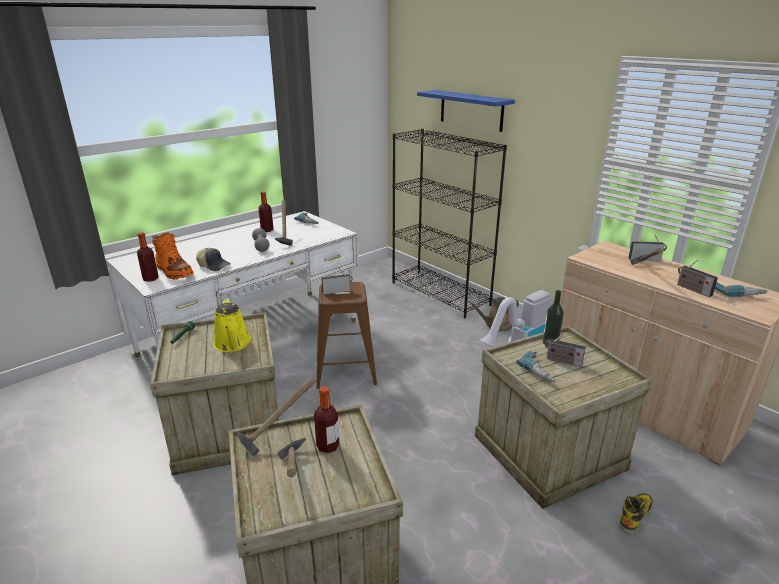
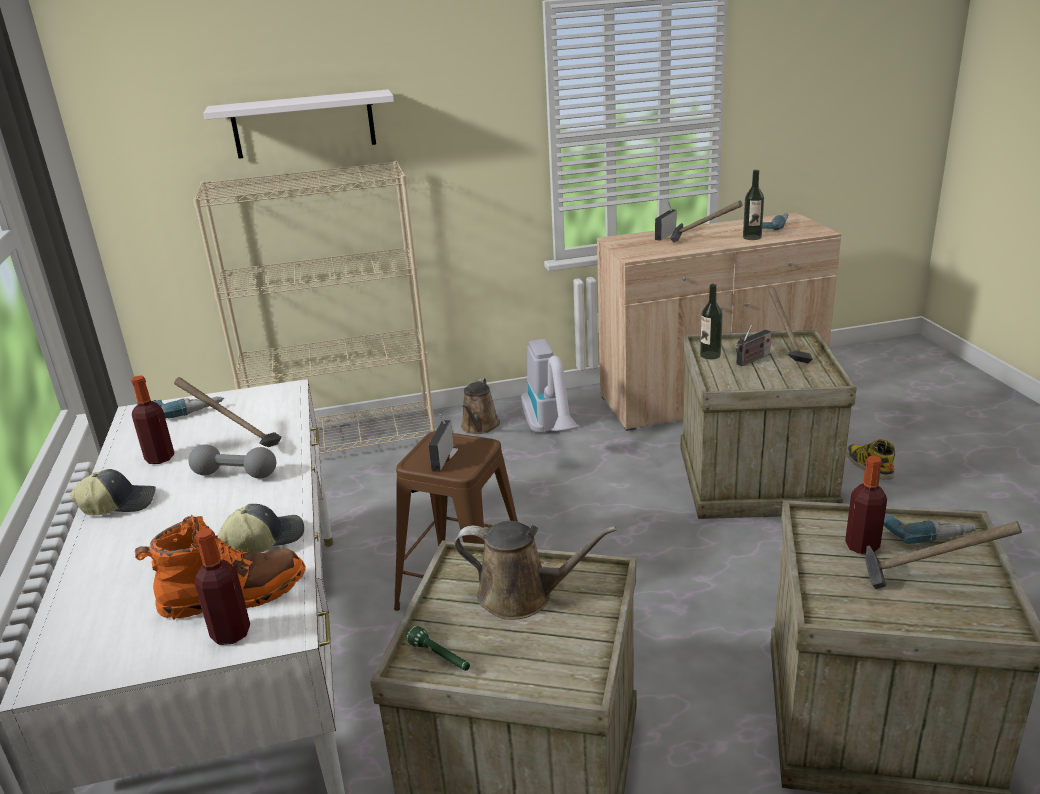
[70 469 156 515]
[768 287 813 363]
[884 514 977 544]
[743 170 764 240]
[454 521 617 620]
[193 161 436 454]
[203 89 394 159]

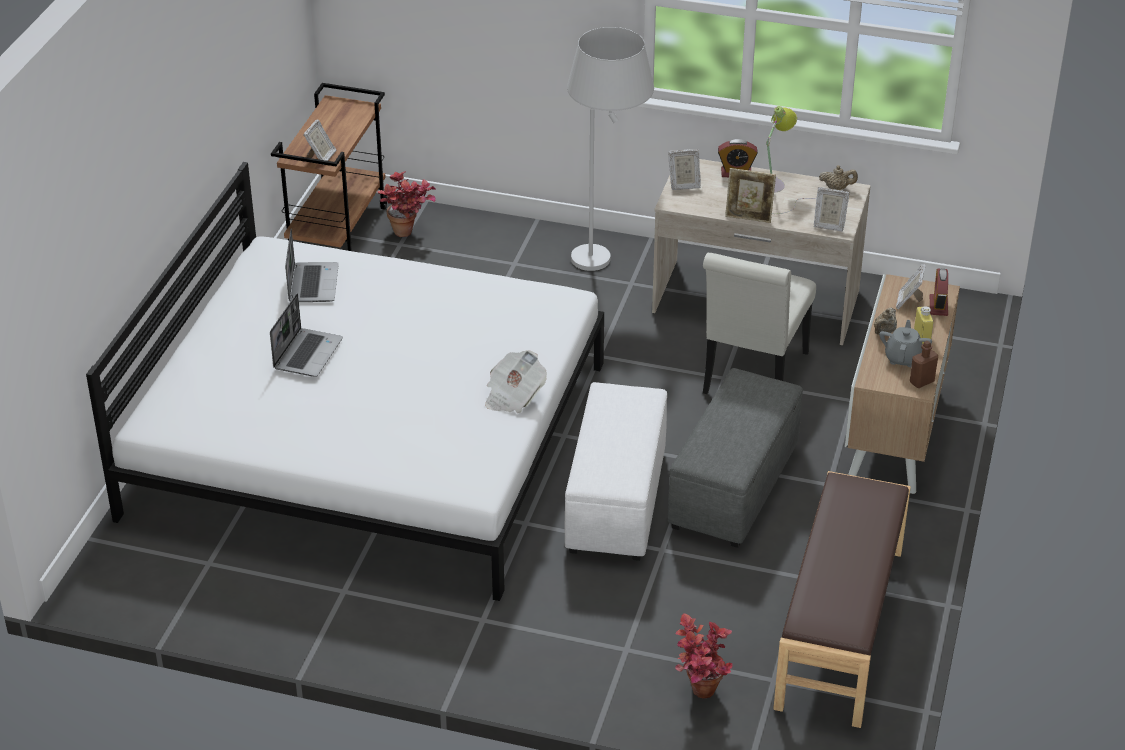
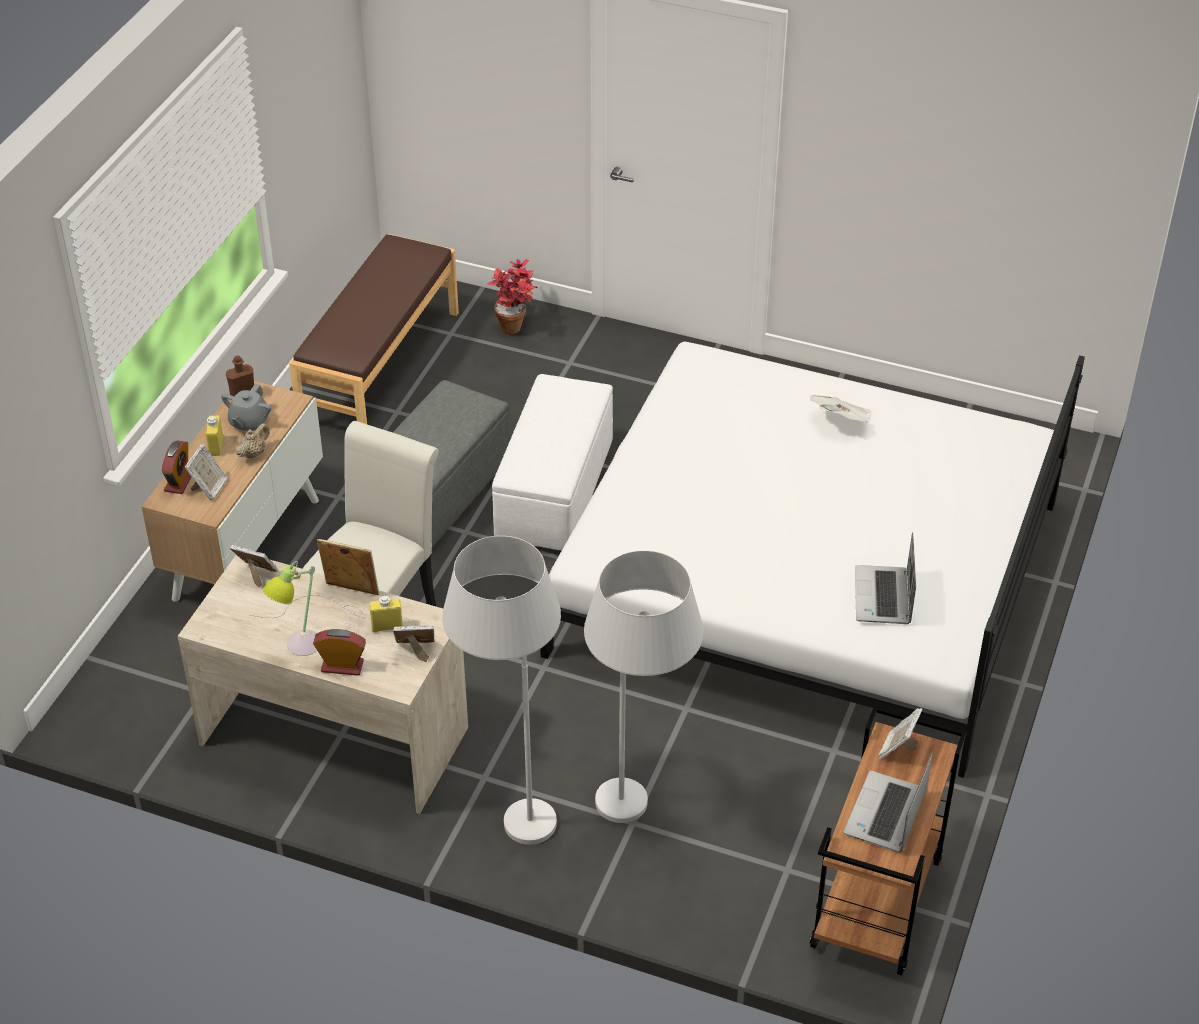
[377 171 436 237] (first image)
[819 165 858 190] (first image)
[369 595 403 632]
[584 550 704 823]
[844 752 933 853]
[810 395 871 423]

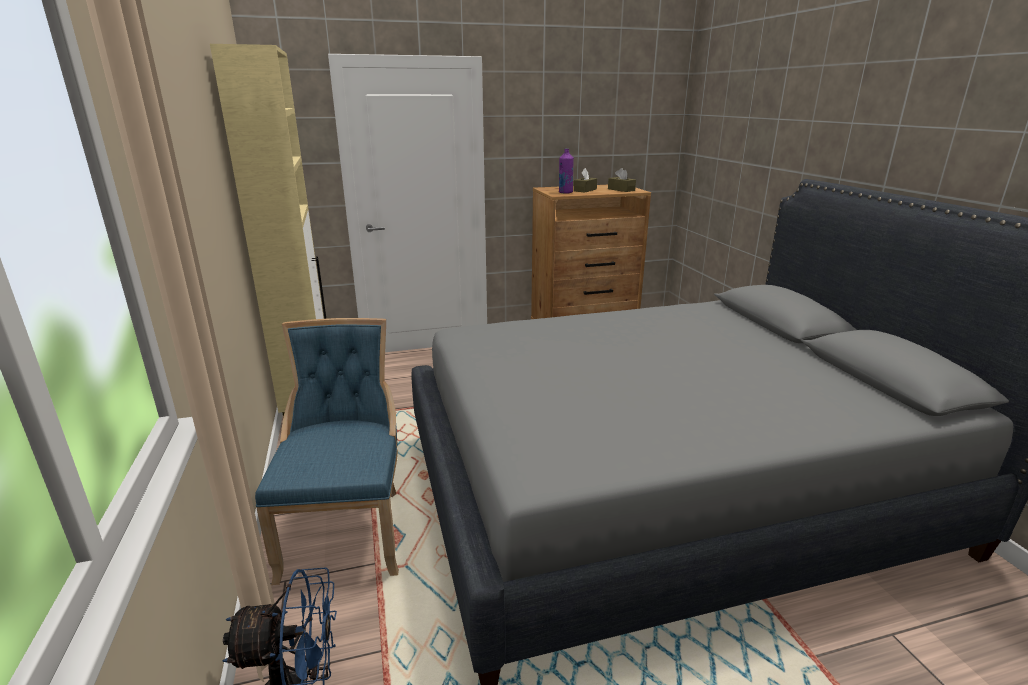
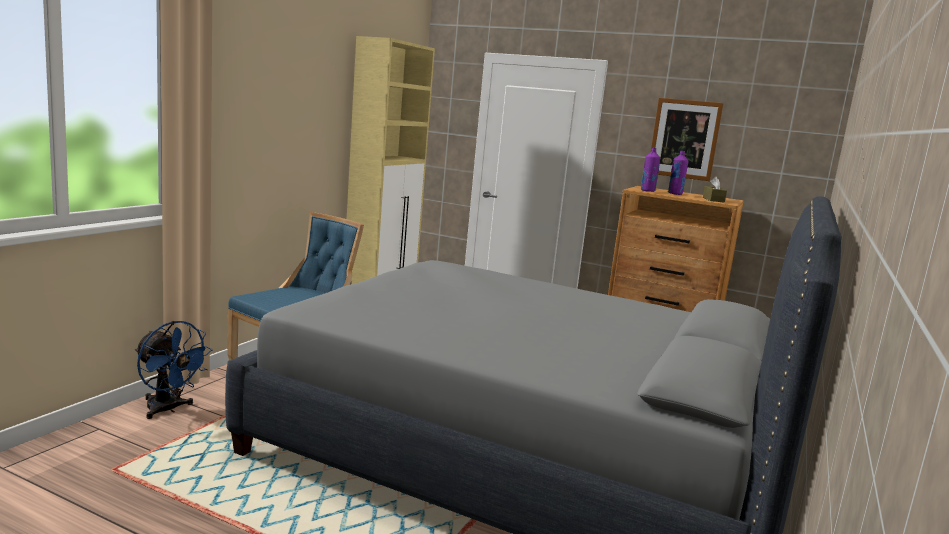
[651 98 724 181]
[668 151 688 195]

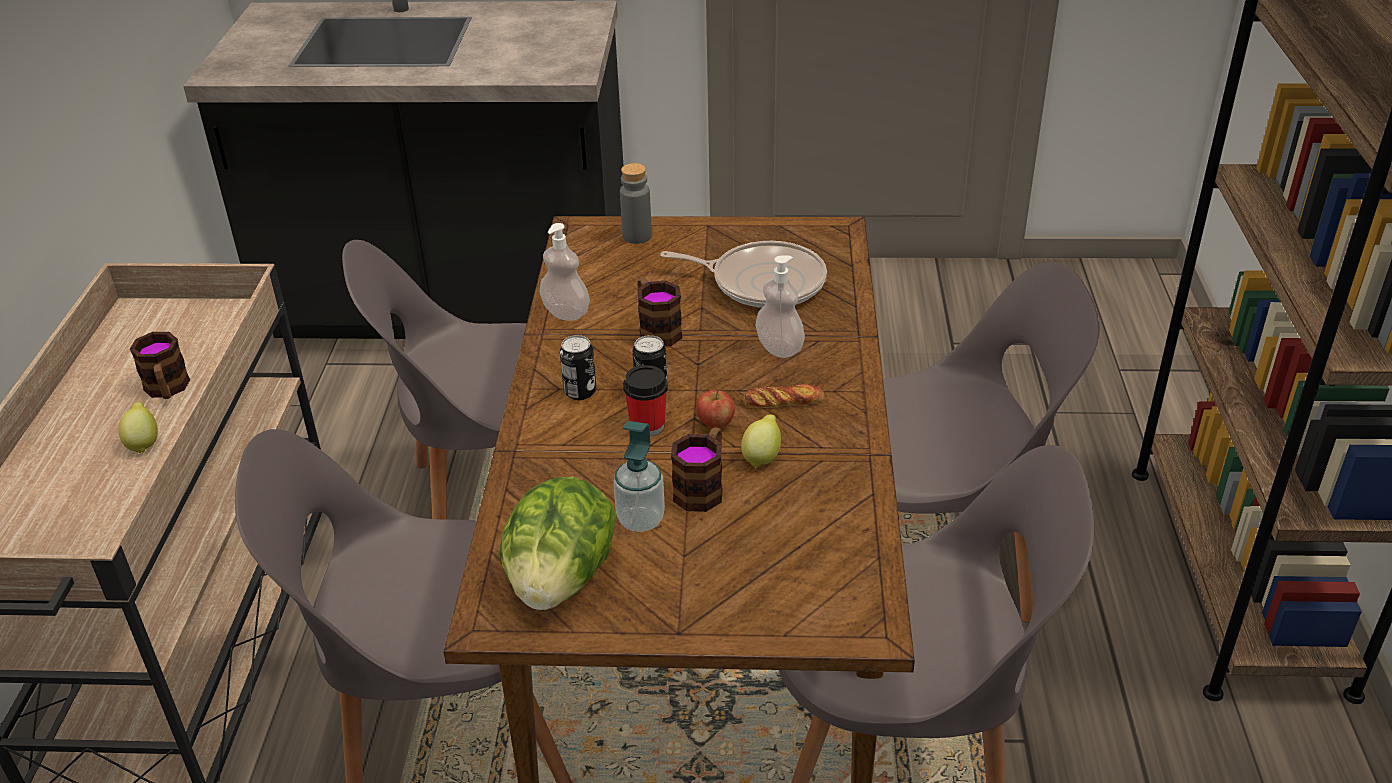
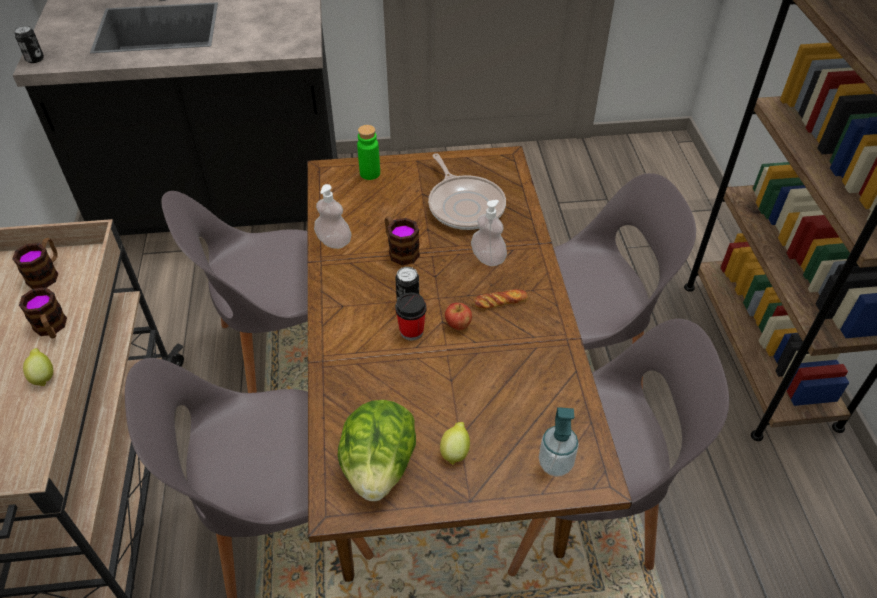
[14 25 44 63]
[539 407 579 477]
[12 238 59 289]
[440 422 470 465]
[357 125 380 180]
[428 153 506 230]

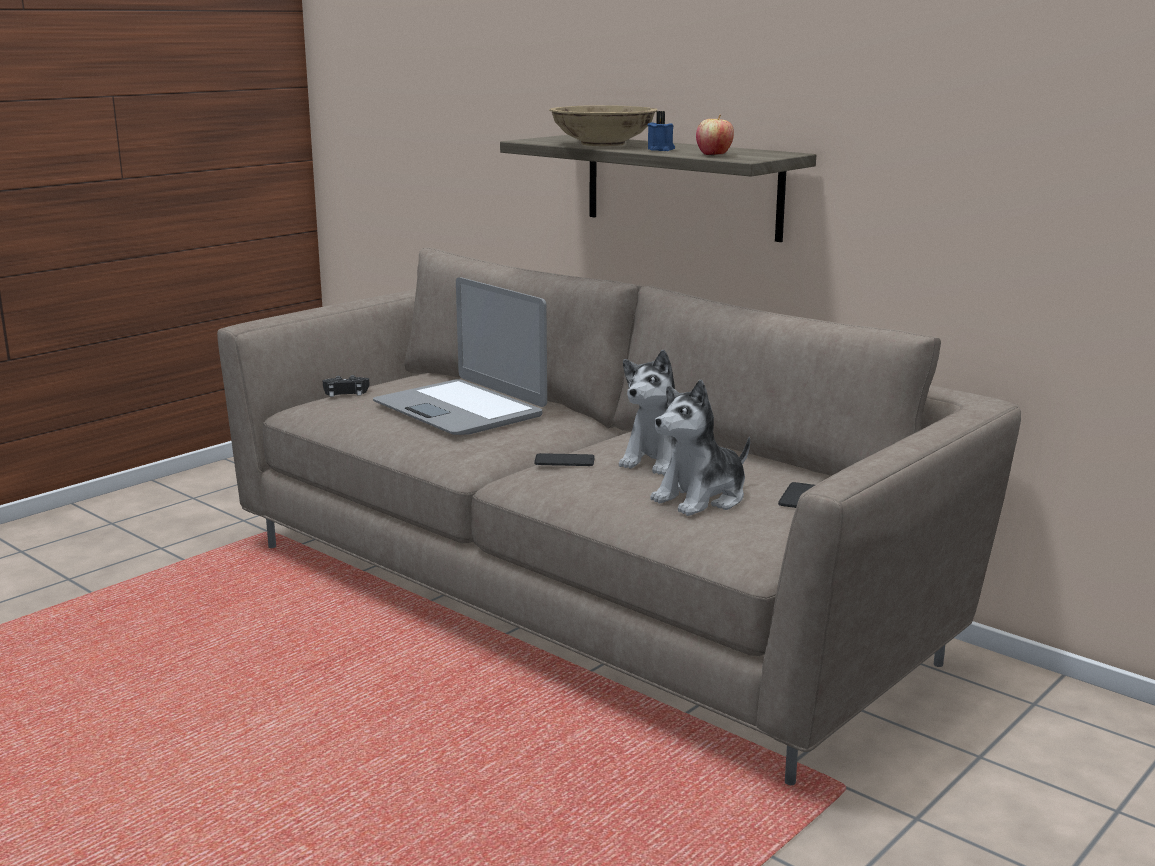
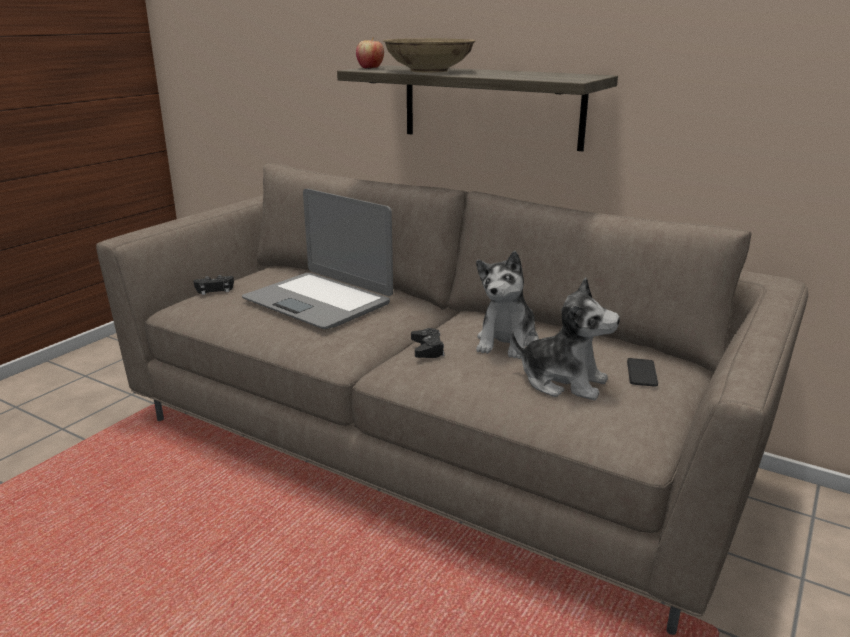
[647 111 675 151] (first image)
[356 37 384 69]
[411 328 445 358]
[511 278 620 400]

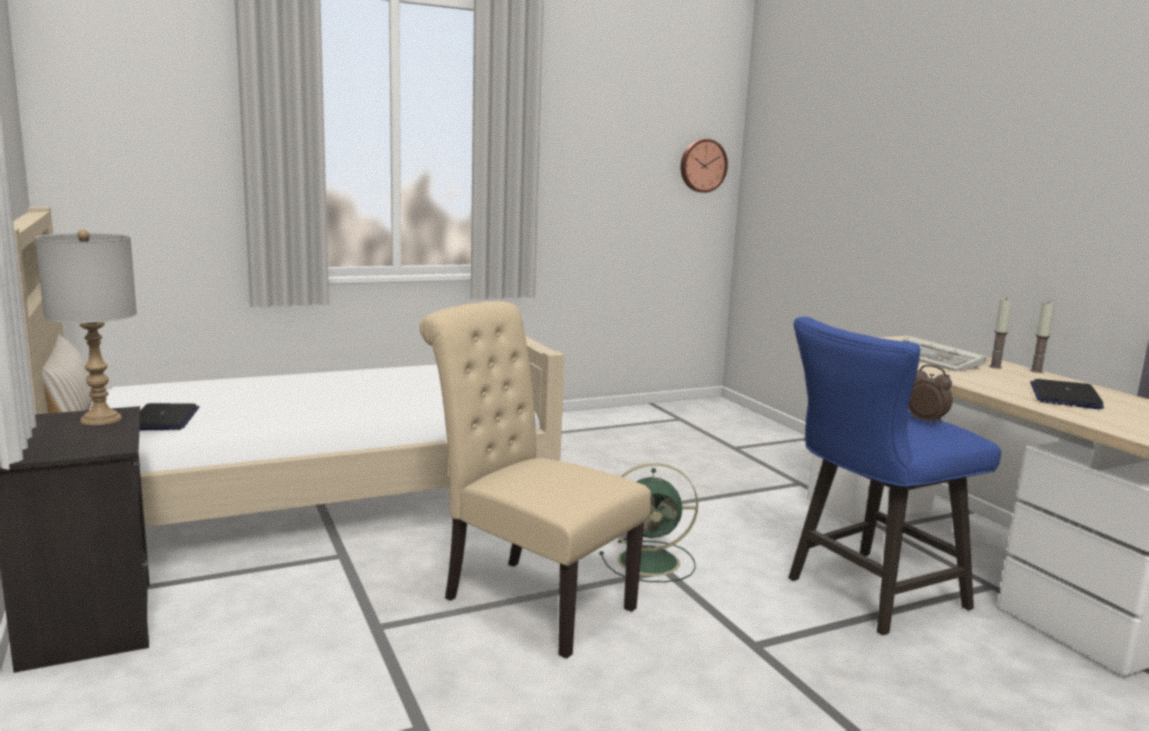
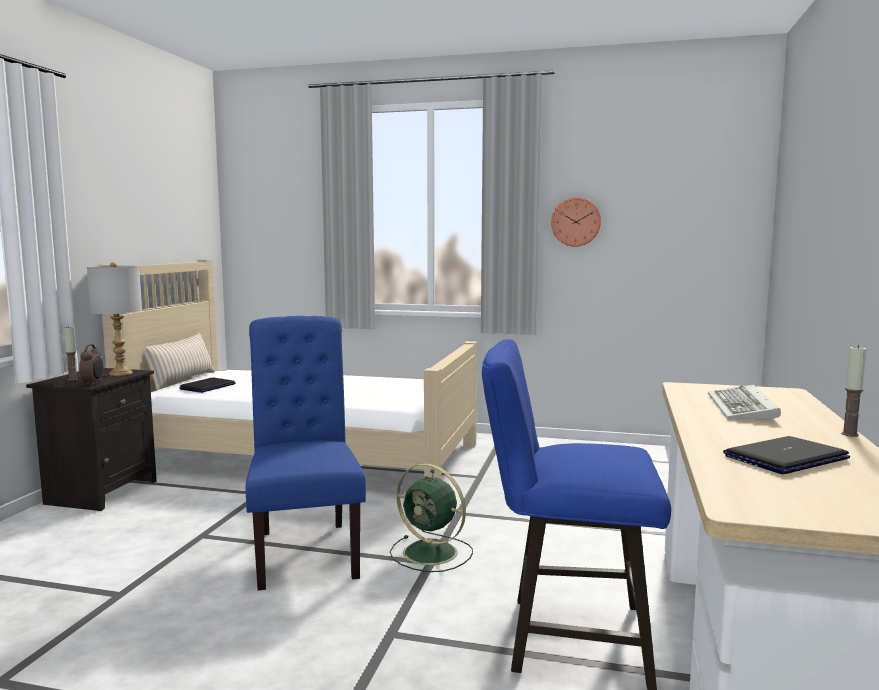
[551 197 601 247]
[79 344 104 386]
[64 326 78 381]
[245 316 366 591]

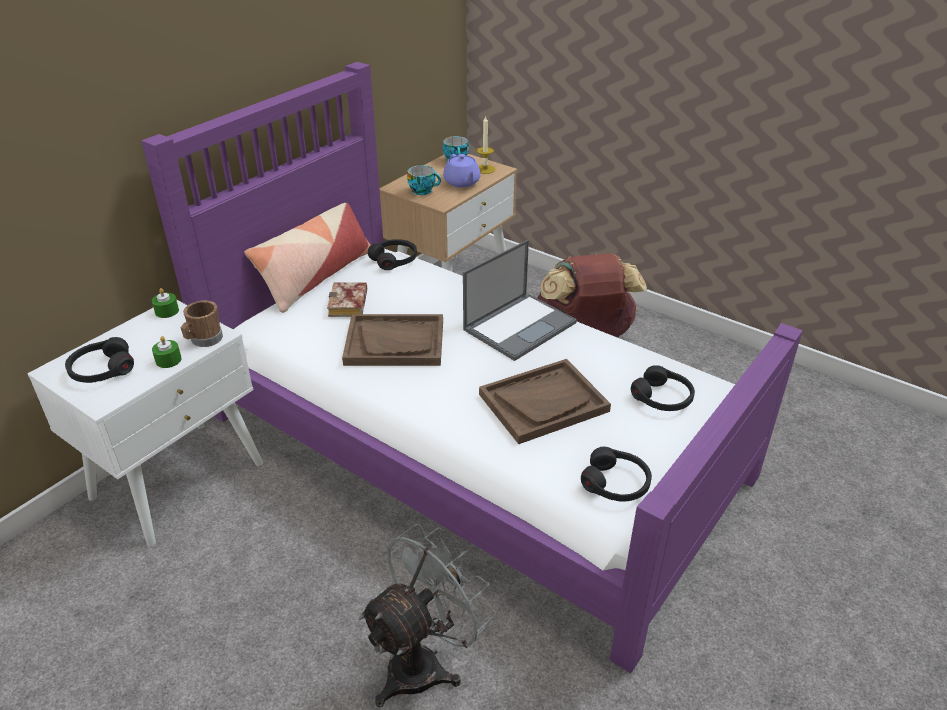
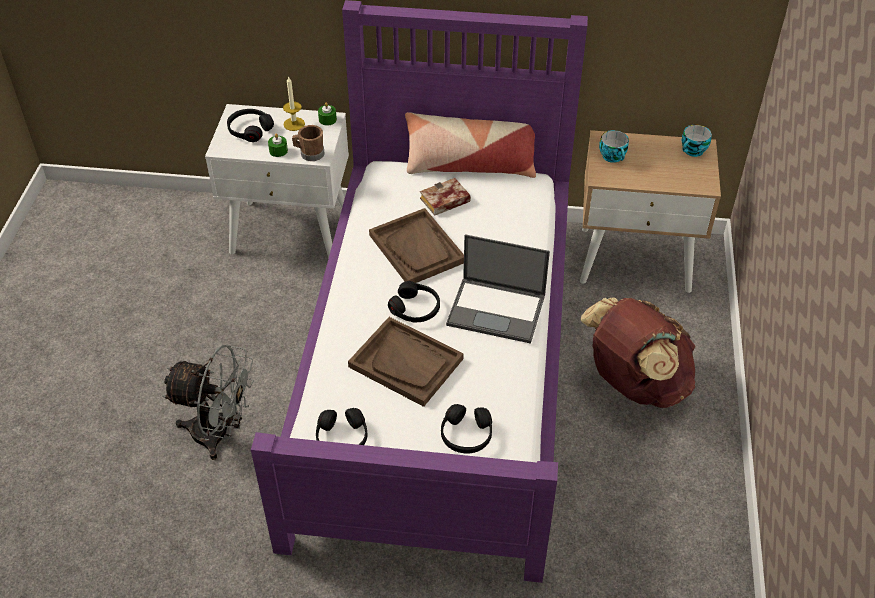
[443 154 481 188] (first image)
[388 281 440 322]
[283 76 305 131]

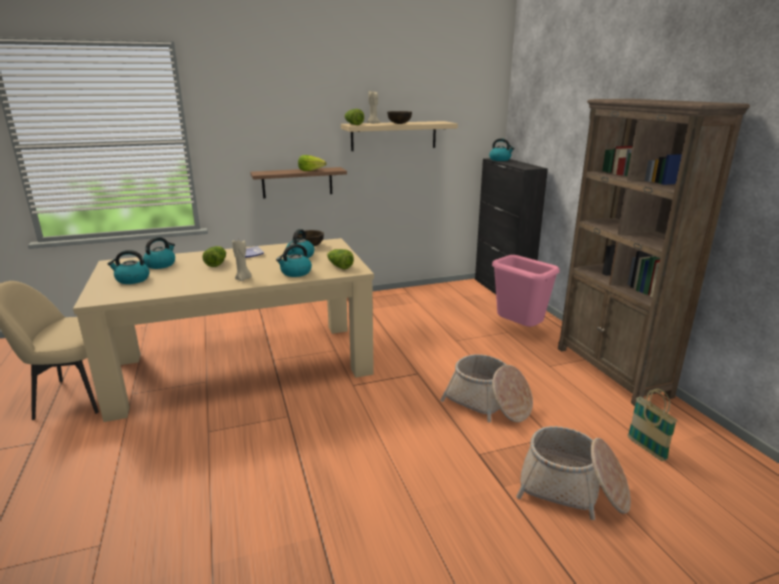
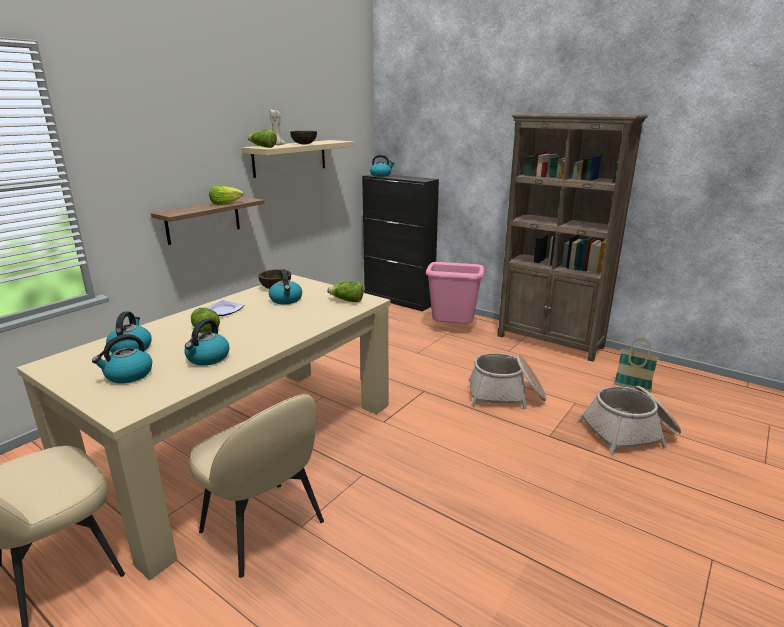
[232 239 252 281] (first image)
[189 394 324 578]
[184 319 229 365]

